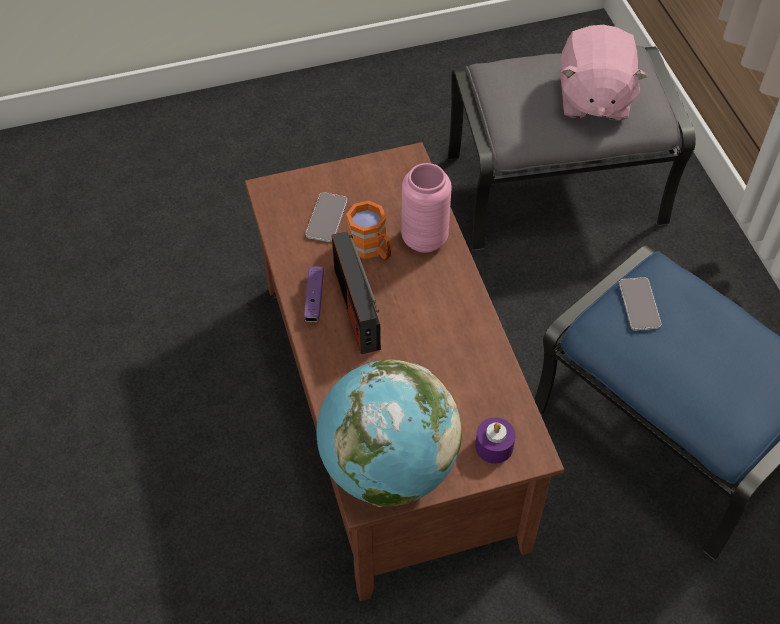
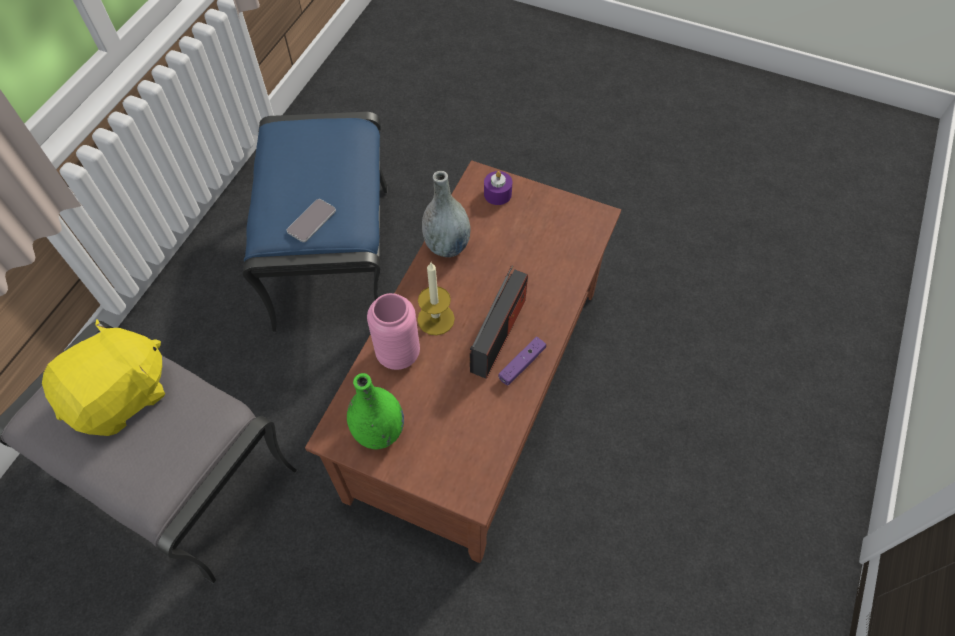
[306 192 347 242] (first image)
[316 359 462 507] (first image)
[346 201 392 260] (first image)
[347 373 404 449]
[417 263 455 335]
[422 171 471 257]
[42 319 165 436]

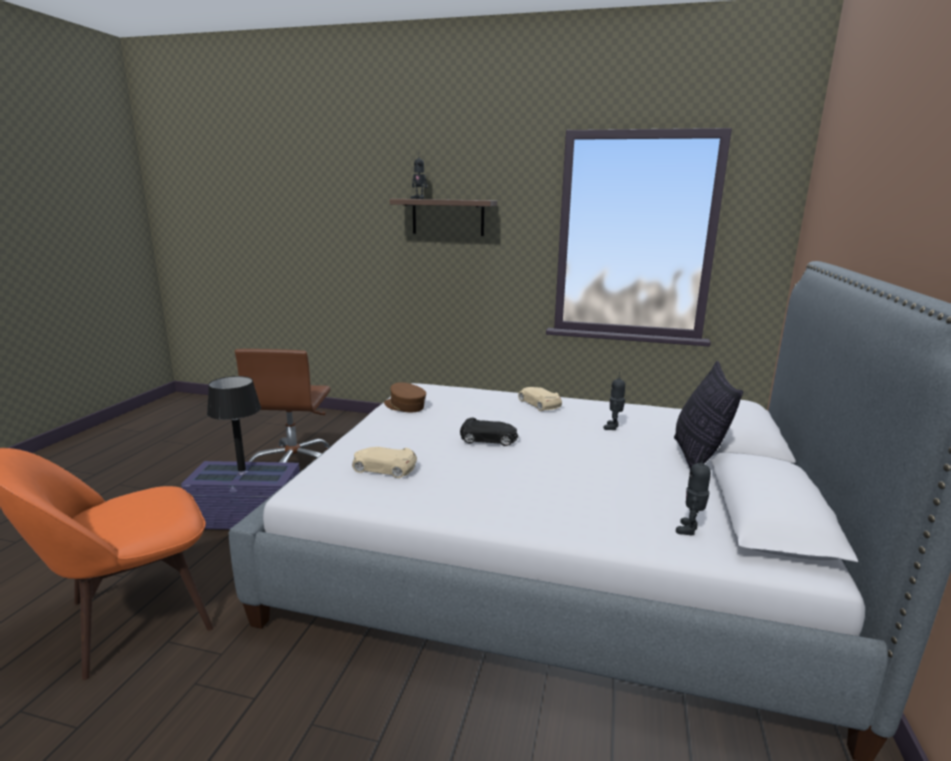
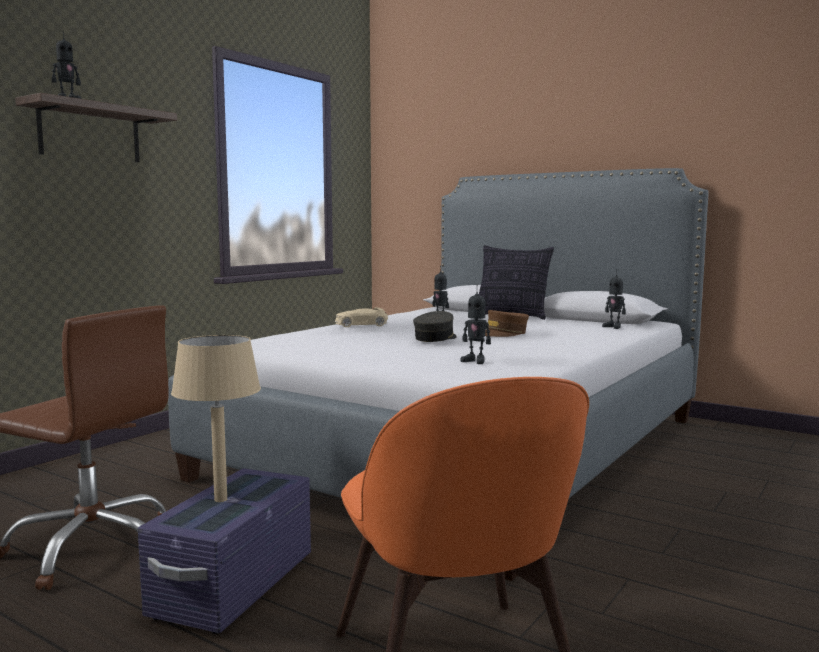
[485 310 529 337]
[460 285 491 364]
[413 311 457 342]
[171 335 261 502]

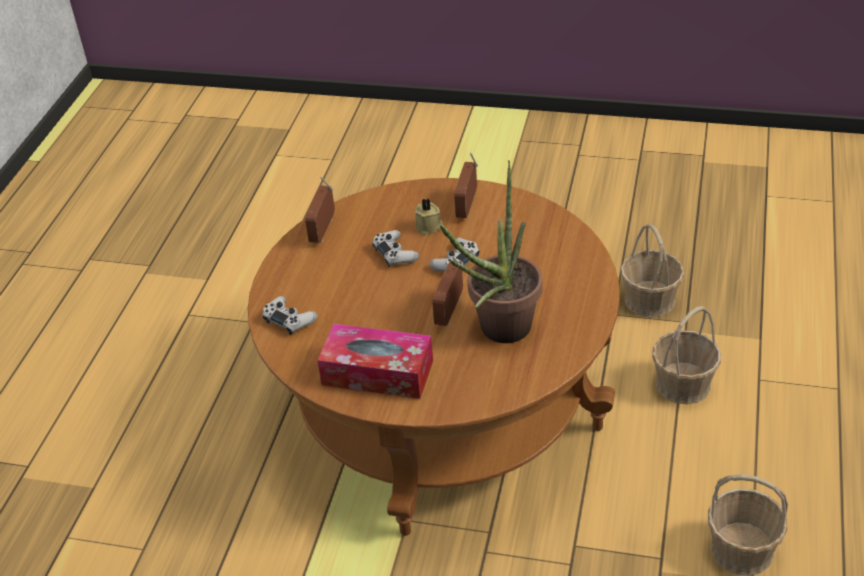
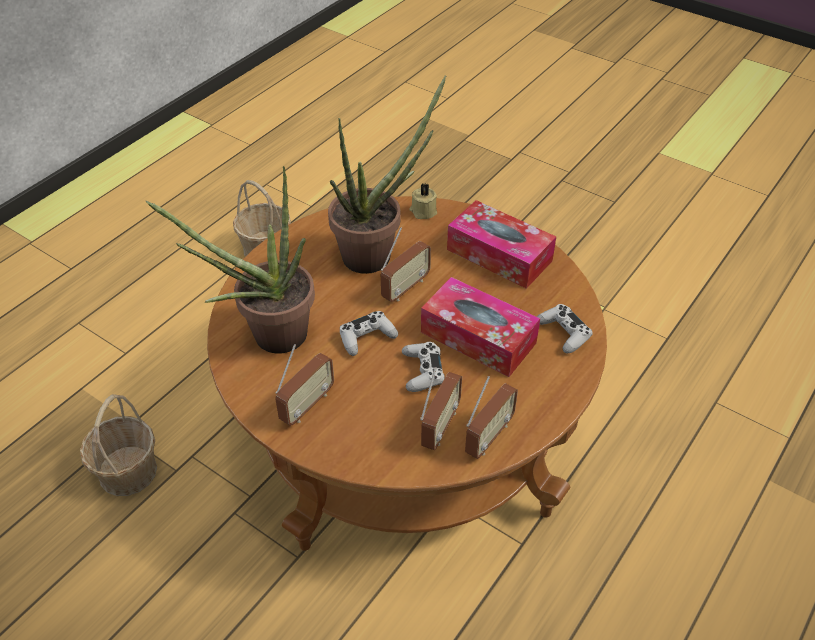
[652 306 721 404] (first image)
[146 166 315 353]
[420 367 462 450]
[421 277 540 377]
[410 184 437 219]

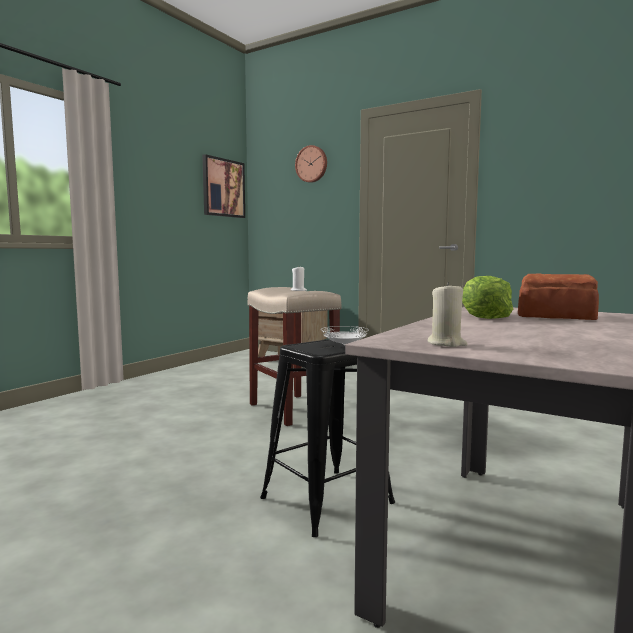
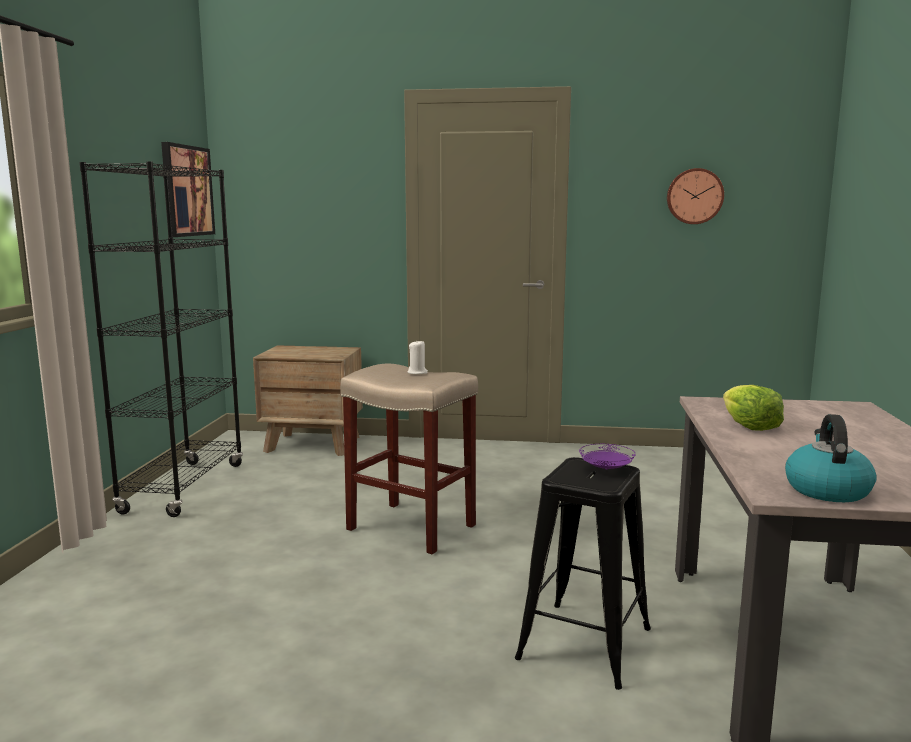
[518 273 599 320] (first image)
[79 161 243 517]
[667 168 724 224]
[785 414 877 502]
[579 444 636 470]

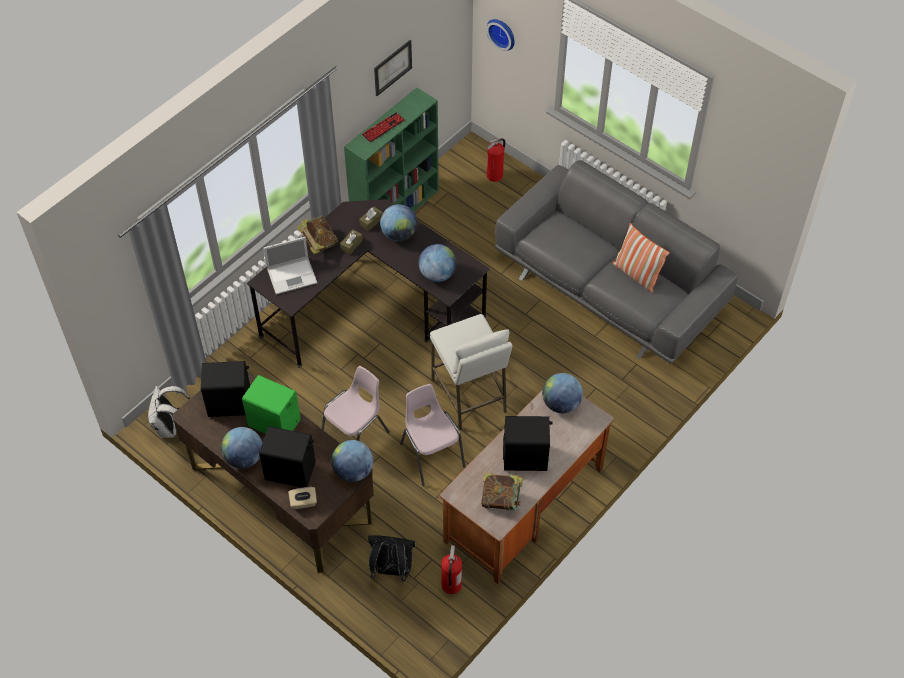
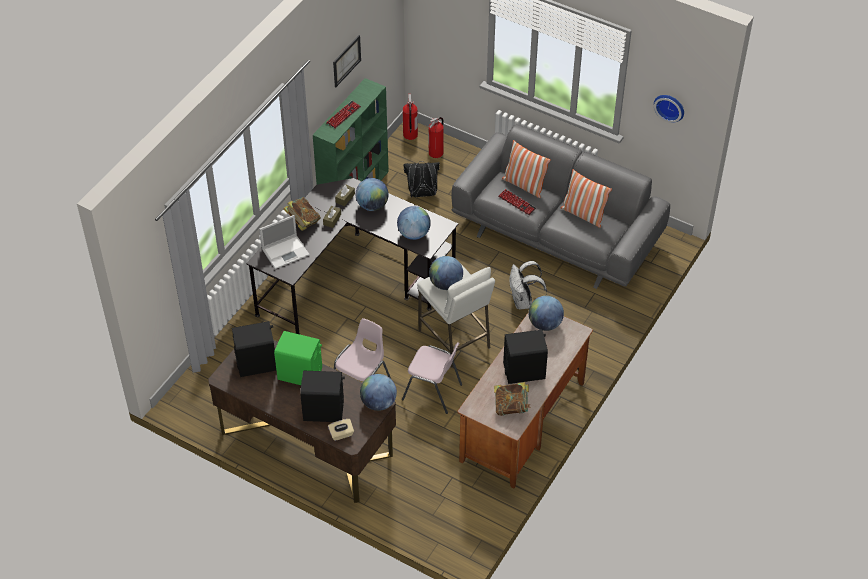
[498 189 536 215]
[502 140 551 198]
[509 261 547 309]
[429 256 463 290]
[403 161 439 197]
[403 94 418 140]
[654 95 684 123]
[402 342 462 414]

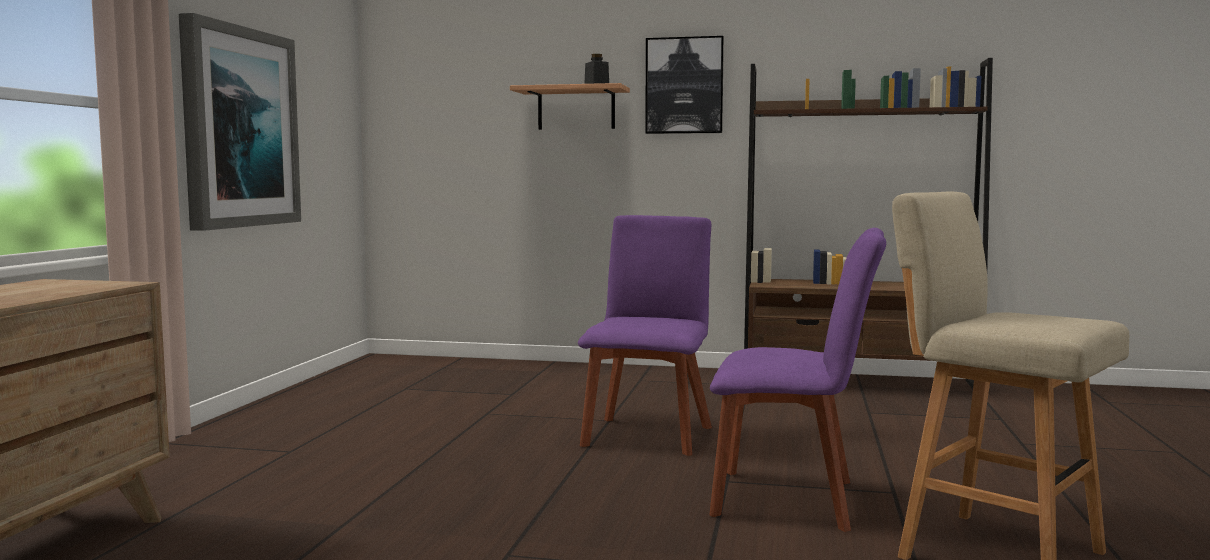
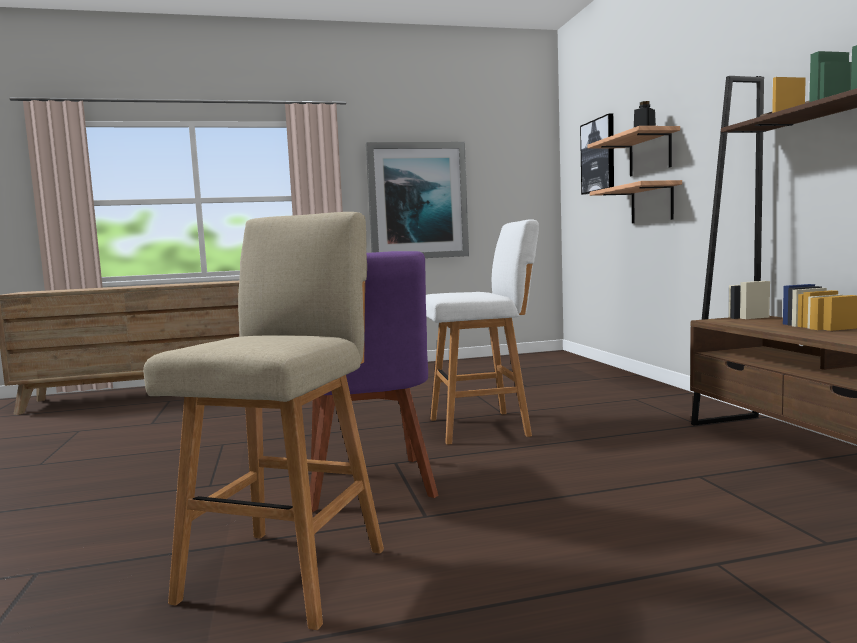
[590 180 682 223]
[580 113 614 195]
[426 219 539 445]

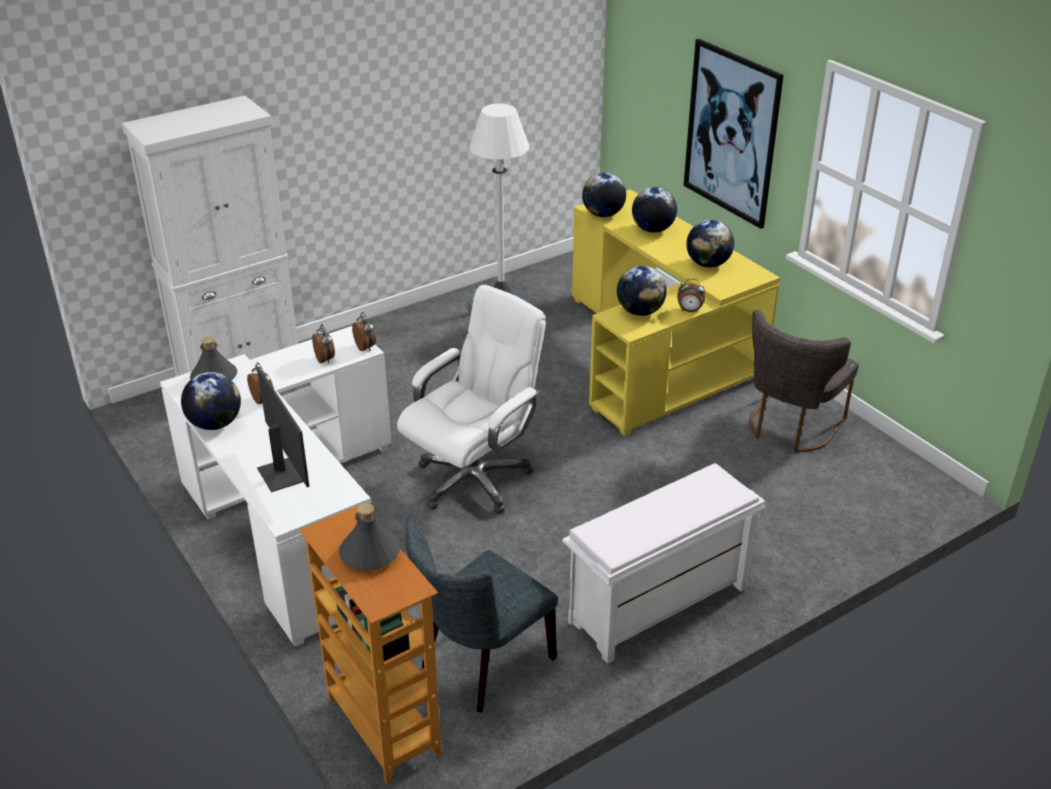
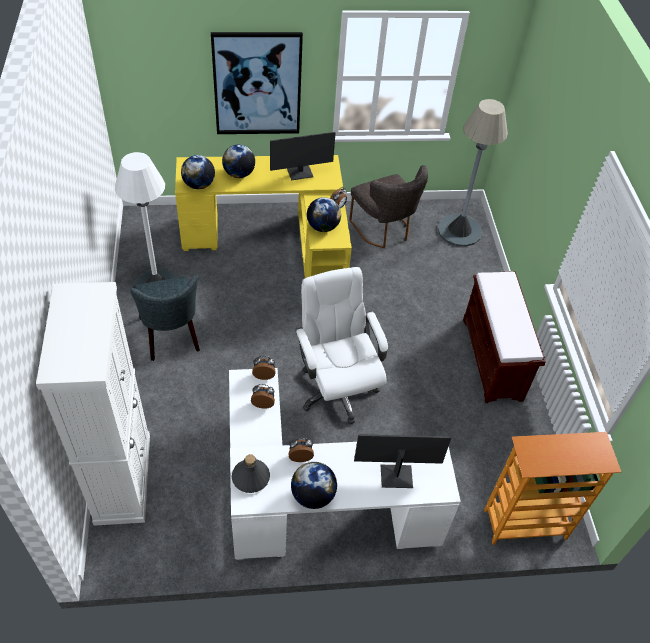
[339 503 400 571] (first image)
[437 99 508 247]
[130 275 200 361]
[270 132 336 180]
[463 271 546 403]

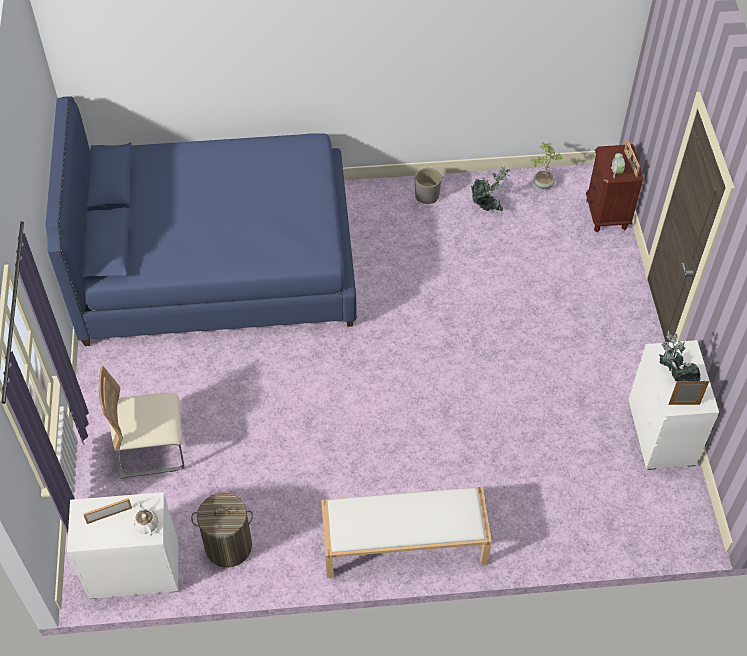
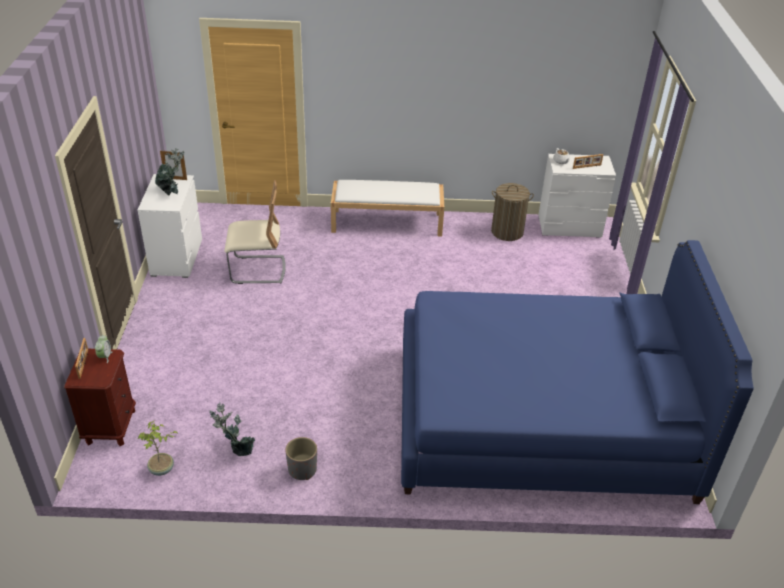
[224 180 286 284]

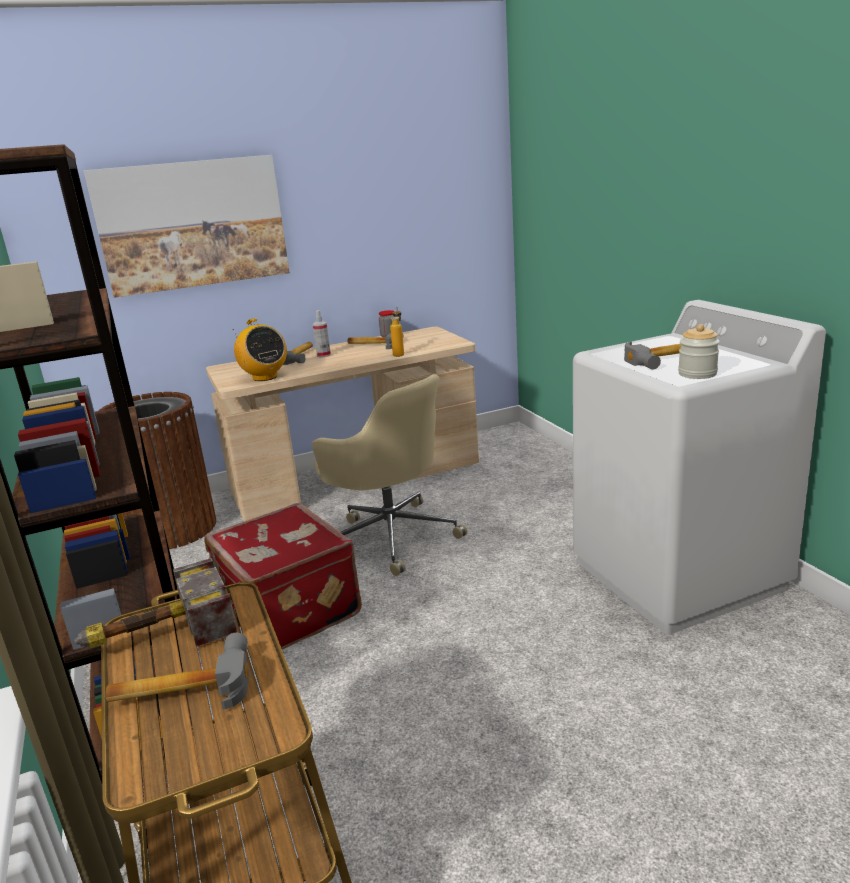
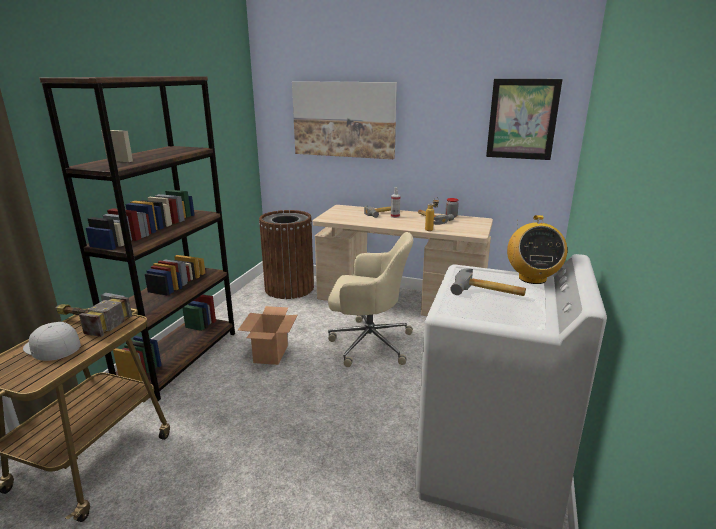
[678 324 720 379] (first image)
[486 79 563 160]
[507 215 567 284]
[23 322 81 361]
[238 306 297 365]
[328 232 413 367]

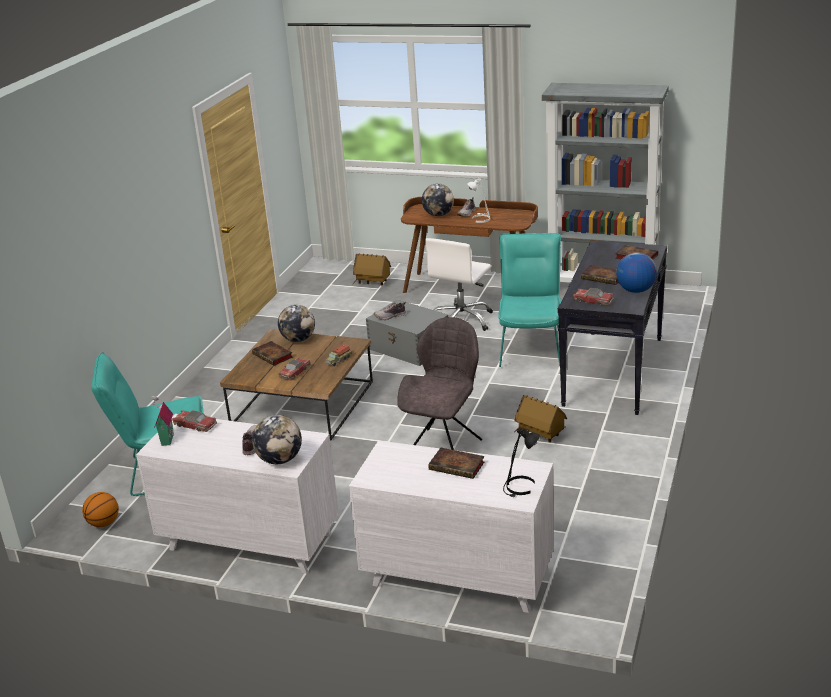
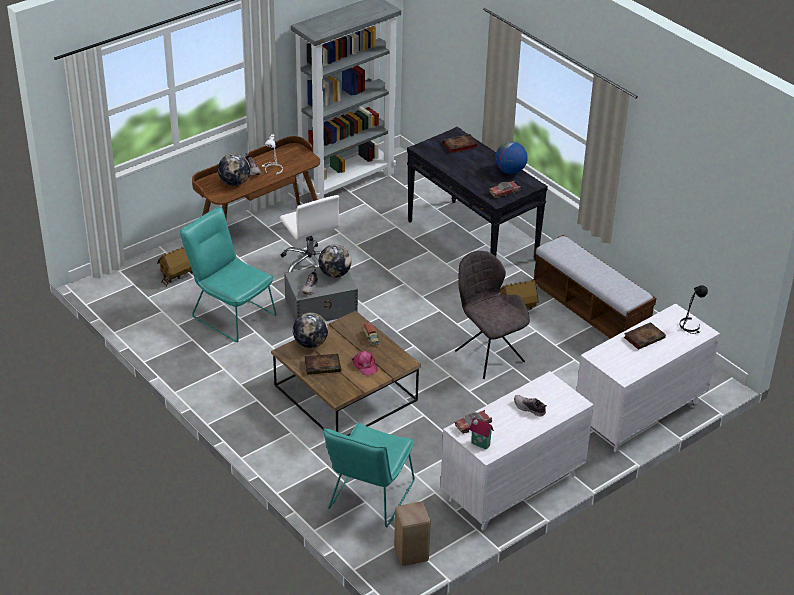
[581 265 618 285] (first image)
[533 235 656 339]
[319 245 352 278]
[180 207 276 342]
[394 501 431 566]
[352 351 378 375]

